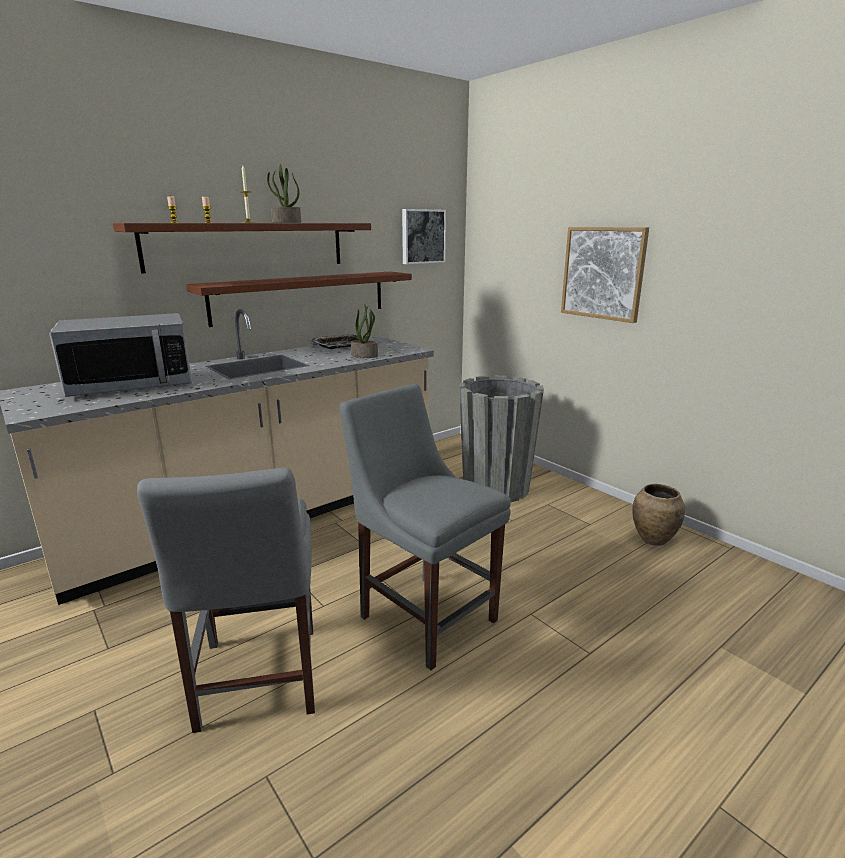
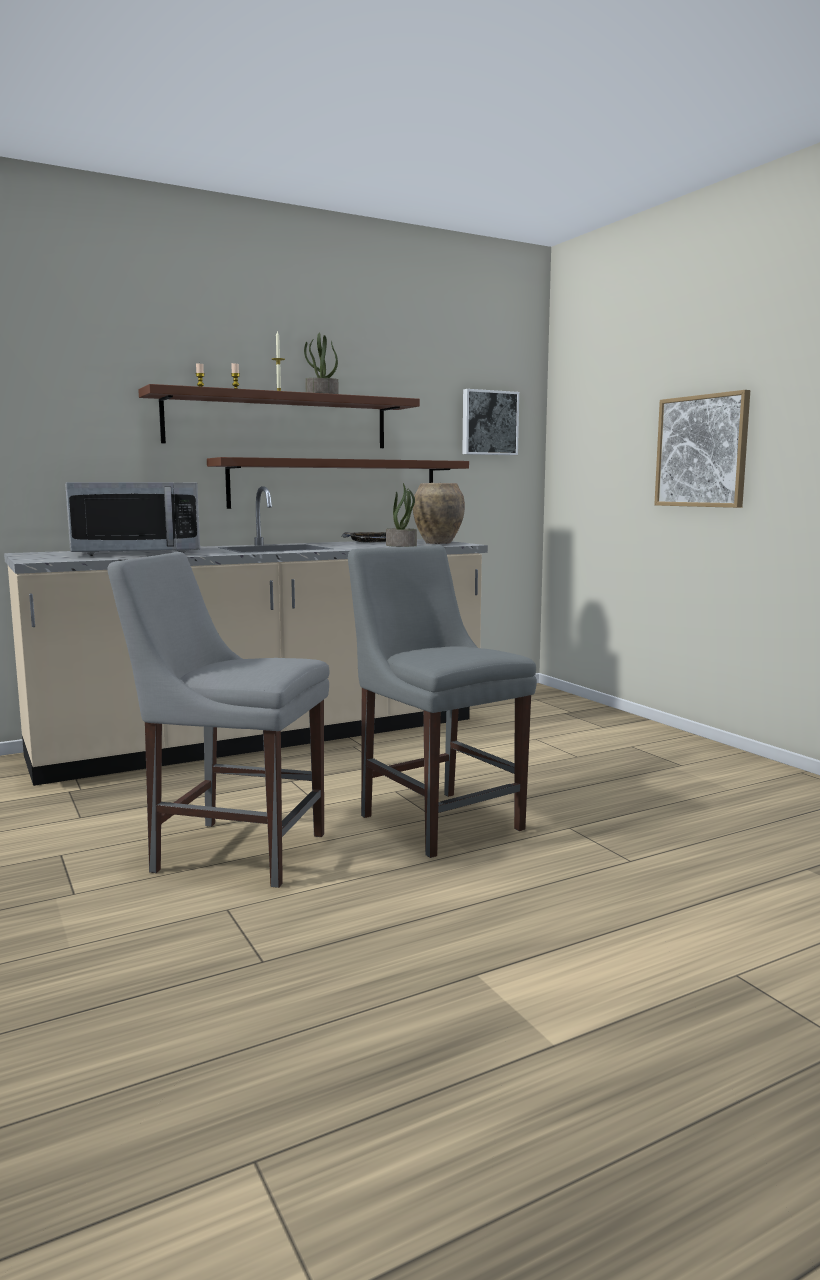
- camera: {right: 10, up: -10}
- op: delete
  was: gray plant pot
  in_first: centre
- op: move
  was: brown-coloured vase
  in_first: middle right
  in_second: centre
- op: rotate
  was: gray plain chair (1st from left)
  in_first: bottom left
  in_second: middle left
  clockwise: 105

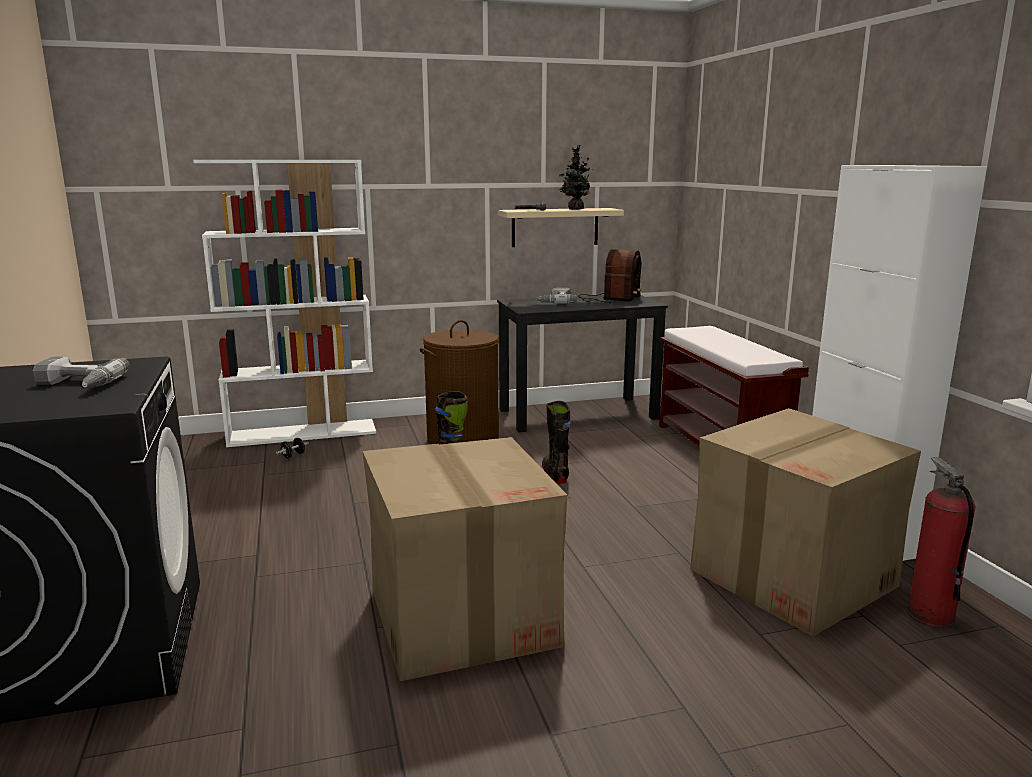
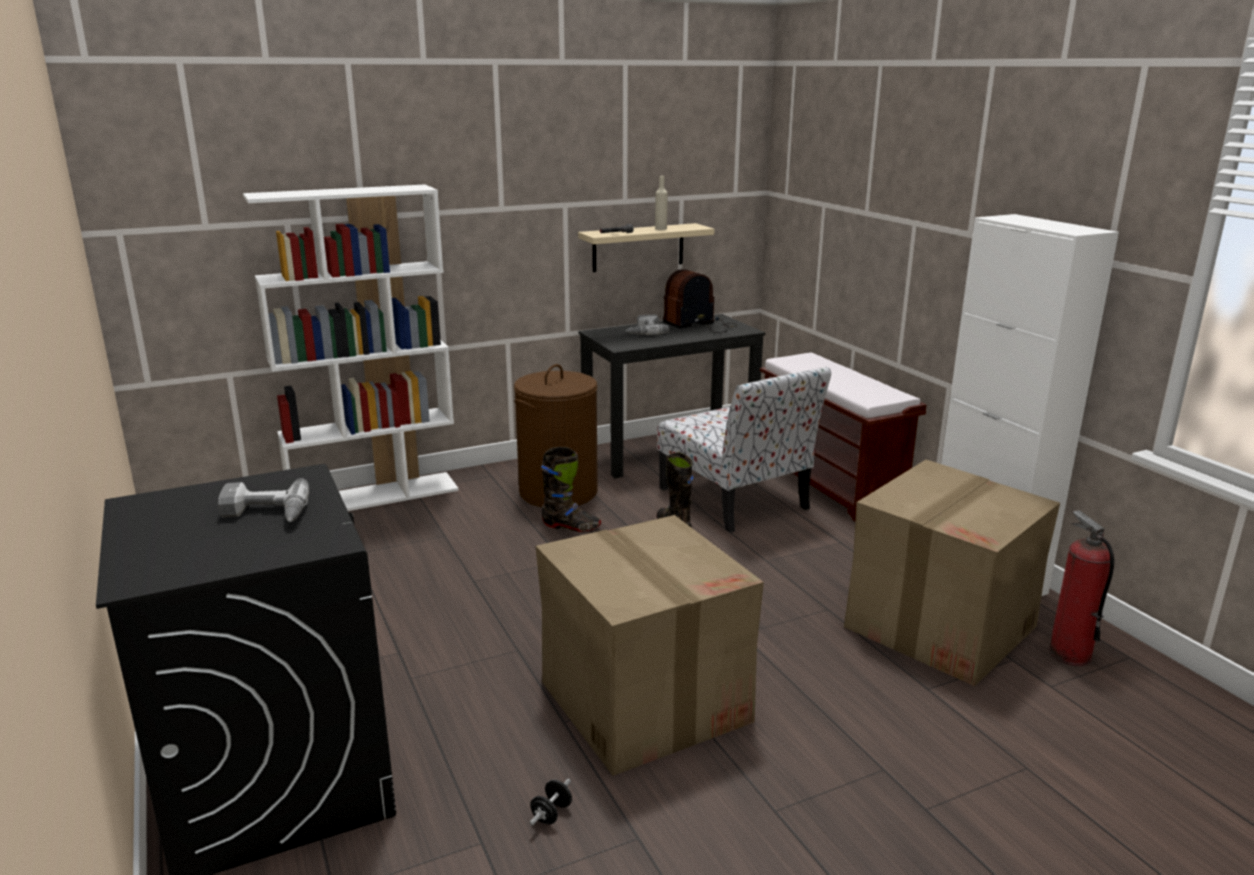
- camera: {right: -10, up: 5}
- op: insert
  now: plain chair
  in_second: centre
- op: move
  was: blackish hand weight
  in_first: middle left
  in_second: bottom centre
- op: replace
  was: plant in a pot
  now: beige drink bottle
  in_first: top centre
  in_second: top centre
- op: rotate
  was: radio set
  in_first: centre
  in_second: centre
  clockwise: -135

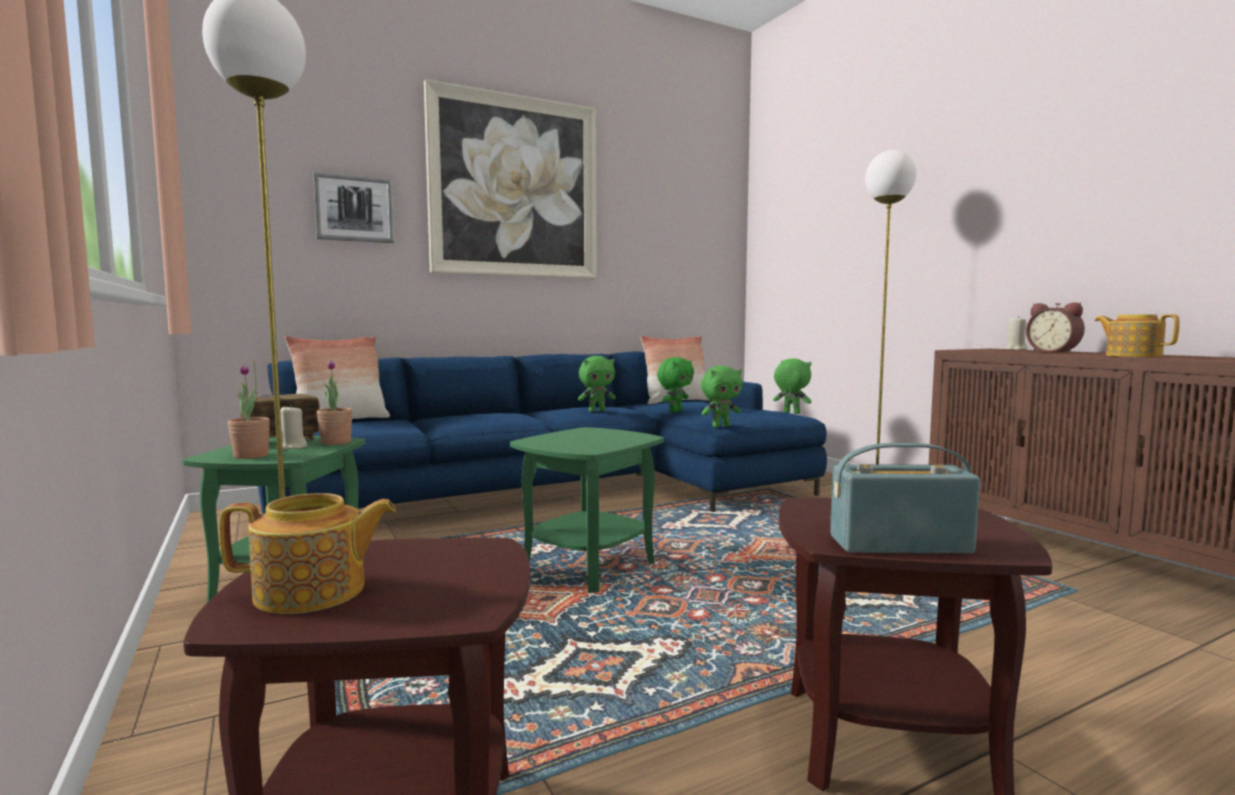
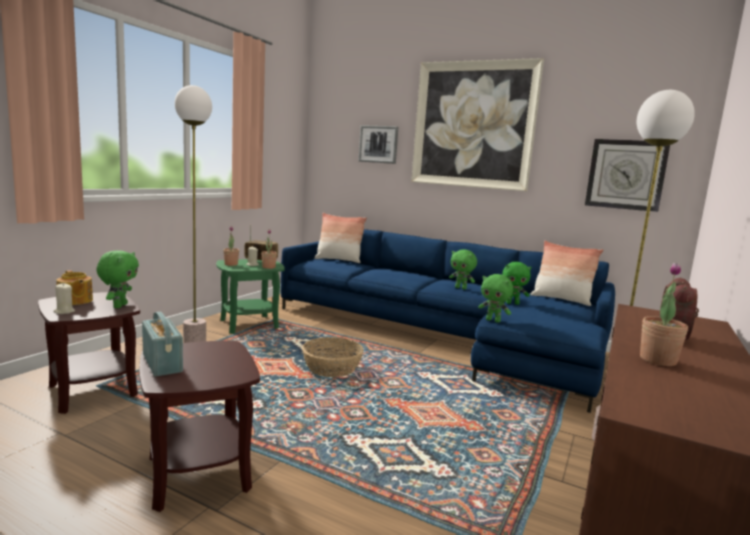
- camera: {right: 55, up: 5}
- op: insert
  now: clock on the wall
  in_second: top right
- op: move
  was: greenish cuddly toy (4th from left in the first image)
  now: greenish cuddly toy (1st from left)
  in_first: centre
  in_second: middle left
- op: move
  was: beige wax light (2nd from left in the first image)
  now: beige wax light (1st from left)
  in_first: middle right
  in_second: middle left
- op: replace
  was: greenish accent table (2nd from left)
  now: storage basket
  in_first: centre
  in_second: bottom centre
- op: replace
  was: teapot (2nd from left)
  now: plant in a pot (3rd from left)
  in_first: middle right
  in_second: middle right

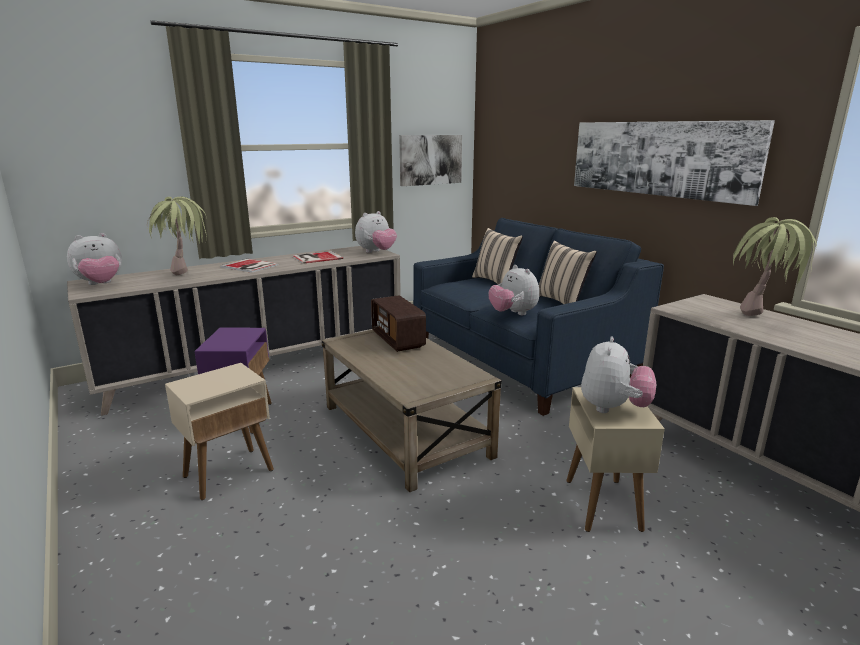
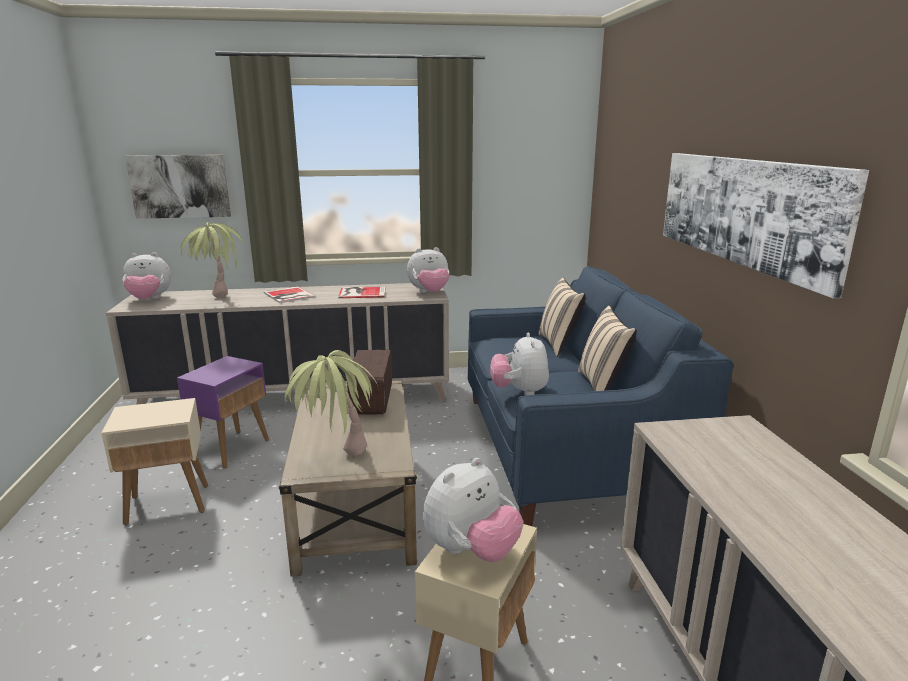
- camera: {right: 25, up: 0}
- op: move
  was: wall picture (1st from left)
  in_first: top centre
  in_second: top left
- op: move
  was: plant in a pot (2nd from left)
  in_first: middle right
  in_second: centre

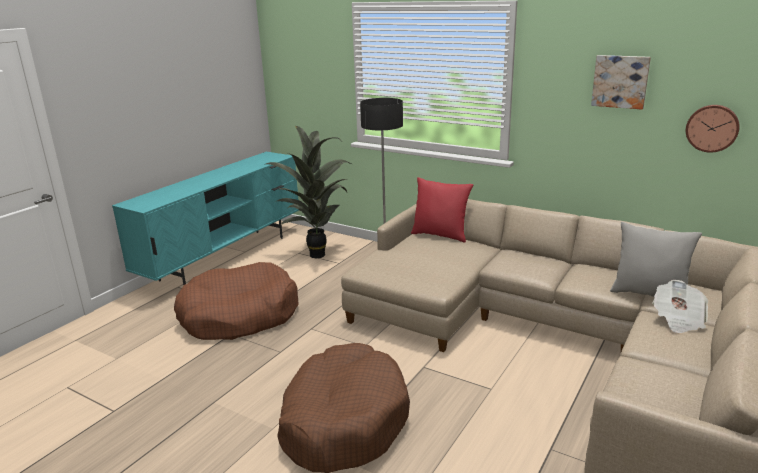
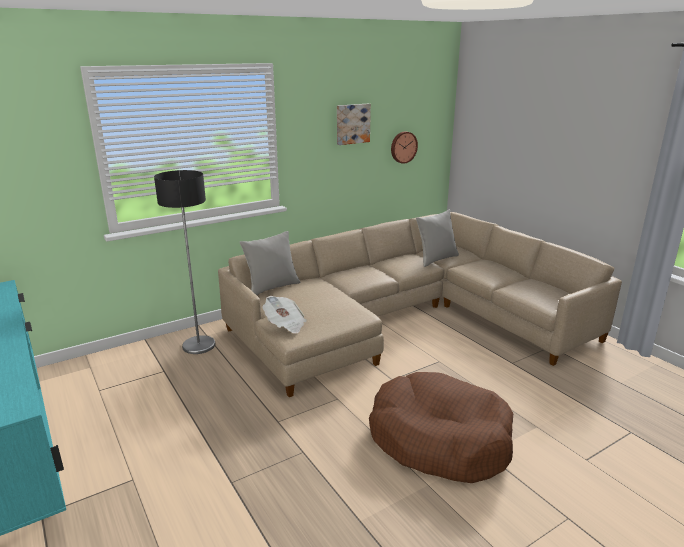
- camera: {right: -65, up: 0}
- op: delete
  was: brown-coloured dog cushion (1st from left)
  in_first: middle left
- op: delete
  was: plant in a pot
  in_first: centre
- op: move
  was: daily paper
  in_first: middle right
  in_second: centre
- op: recolor
  was: reddish throw pillow
  now: gray throw pillow (1st from left)
  in_first: centre
  in_second: centre

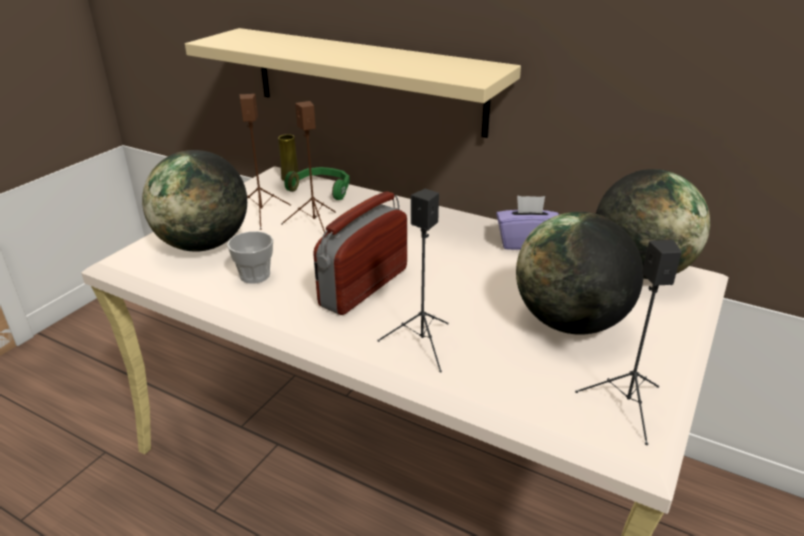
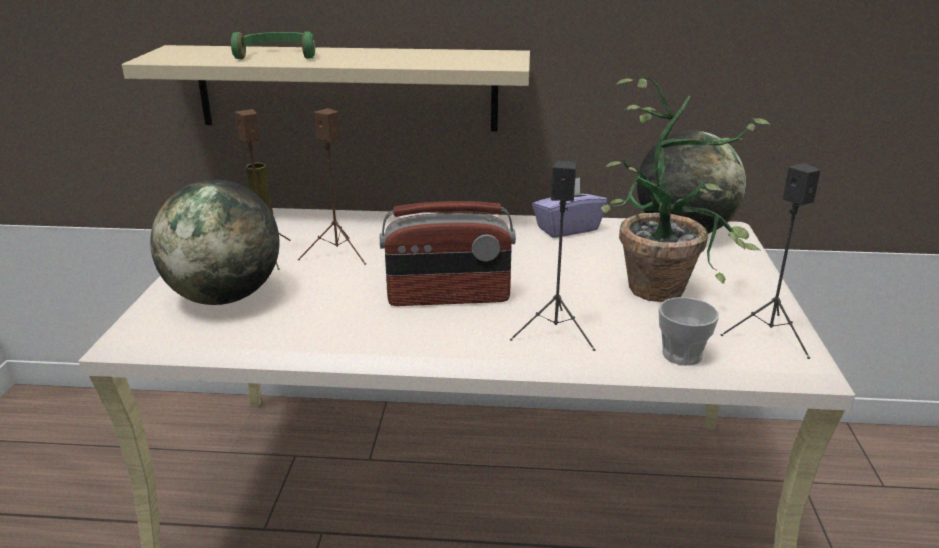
- camera: {right: -25, up: -5}
- op: move
  was: cup
  in_first: middle left
  in_second: middle right
- op: move
  was: greenish headphones
  in_first: centre
  in_second: top left
- op: replace
  was: desk globe (2nd from left)
  now: plant in a pot
  in_first: middle right
  in_second: middle right
- op: rotate
  was: radio set
  in_first: centre
  in_second: centre
  clockwise: -105

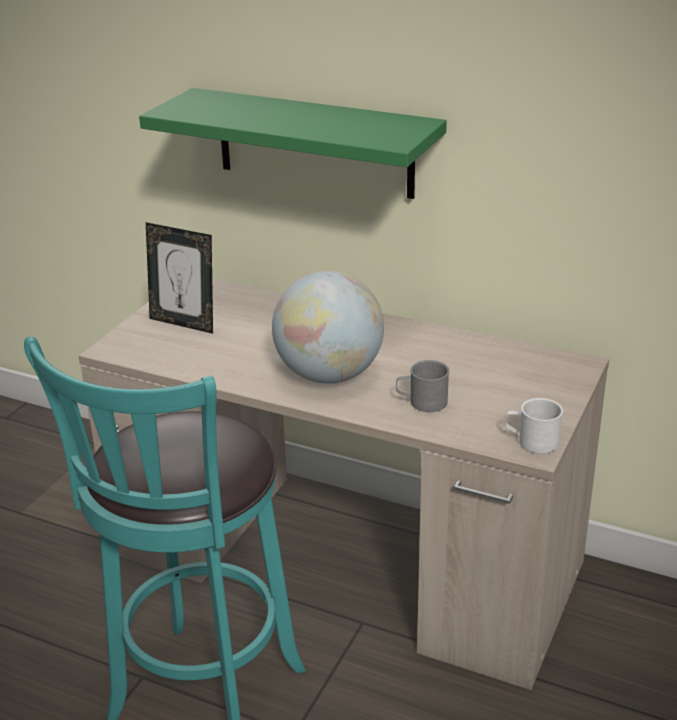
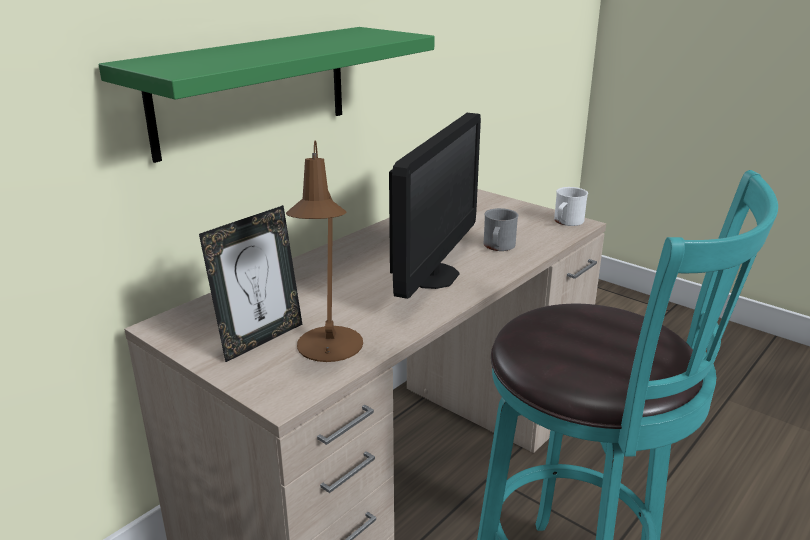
- camera: {right: -75, up: -5}
- op: insert
  now: brown-coloured table lamp
  in_second: centre
- op: replace
  was: desk globe
  now: computer screen
  in_first: centre
  in_second: centre

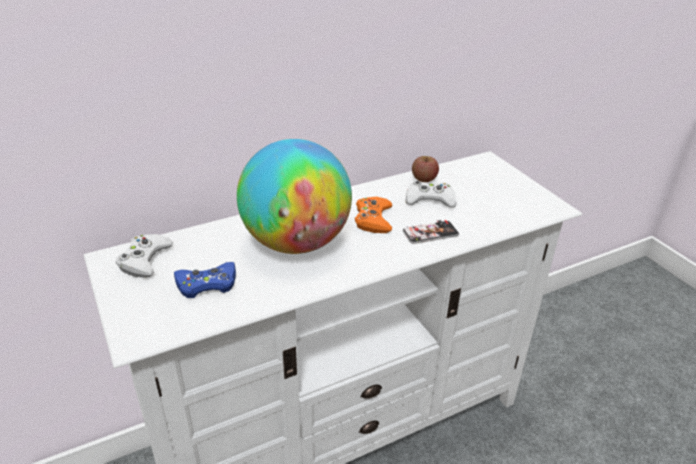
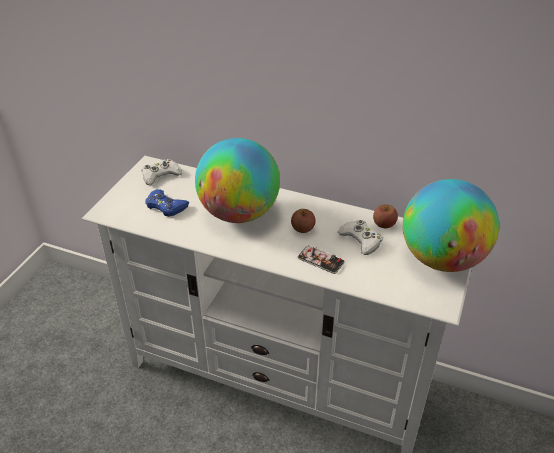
- camera: {right: 50, up: 5}
- op: insert
  now: desk globe (2nd from left)
  in_second: middle right
- op: replace
  was: orange gamepad
  now: whole apple (1st from left)
  in_first: centre
  in_second: centre

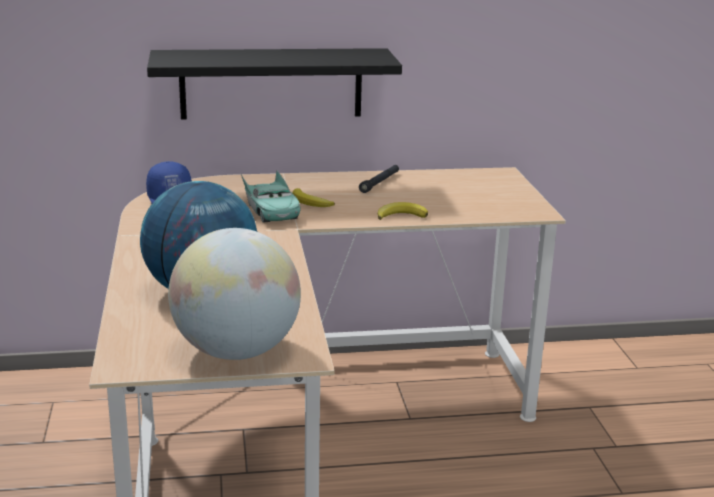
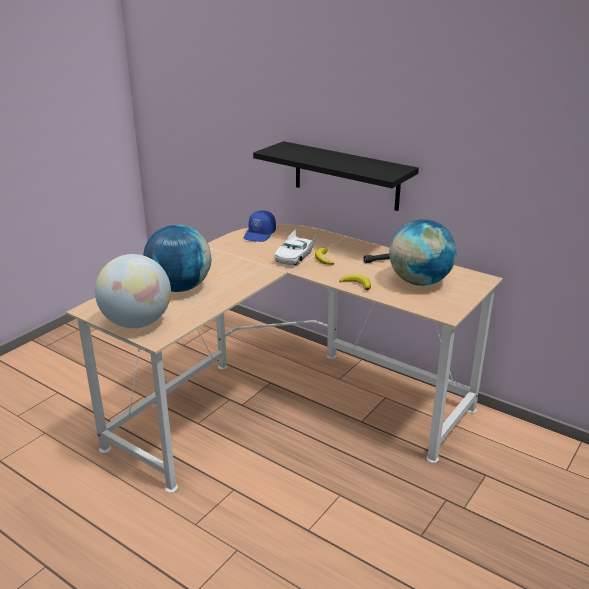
- camera: {right: 45, up: 5}
- op: insert
  now: desk globe (3rd from left)
  in_second: middle right
- op: recolor
  was: turquoise-coloured miniature car
  now: whitish miniature car
  in_first: centre
  in_second: centre

